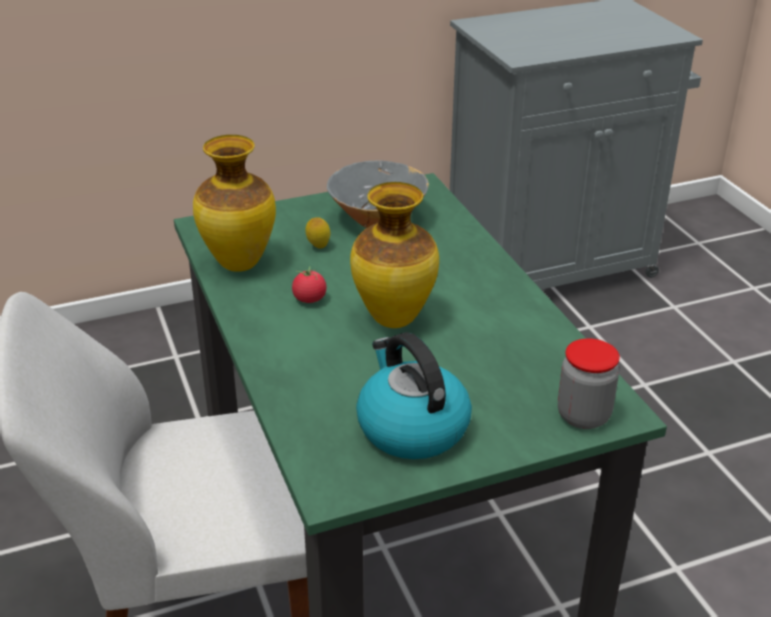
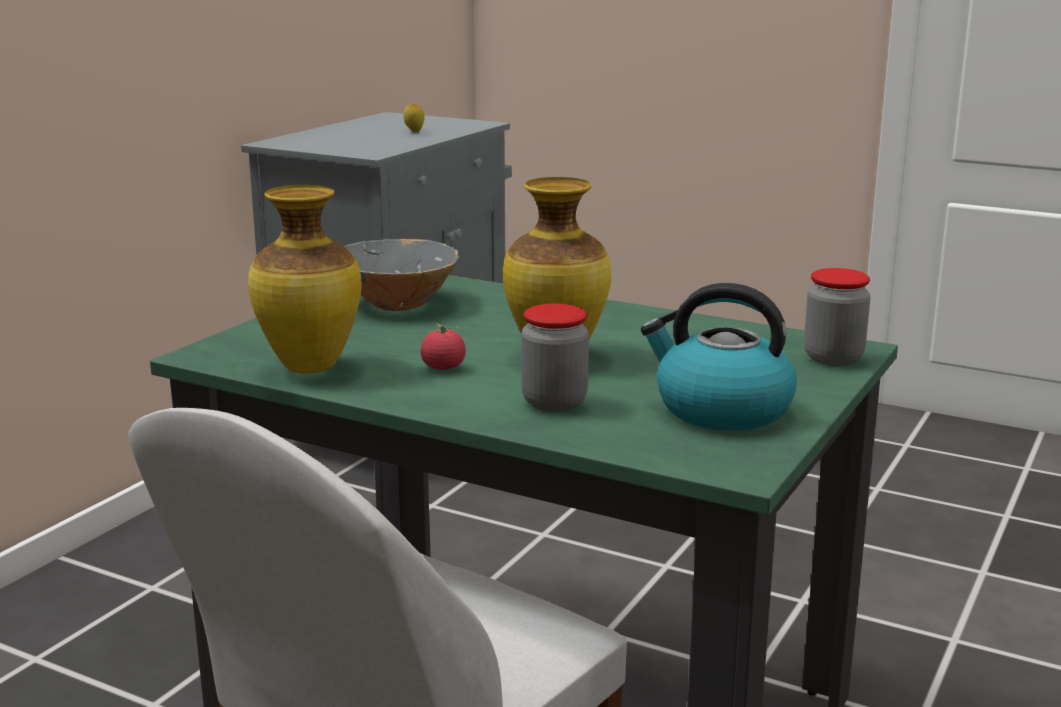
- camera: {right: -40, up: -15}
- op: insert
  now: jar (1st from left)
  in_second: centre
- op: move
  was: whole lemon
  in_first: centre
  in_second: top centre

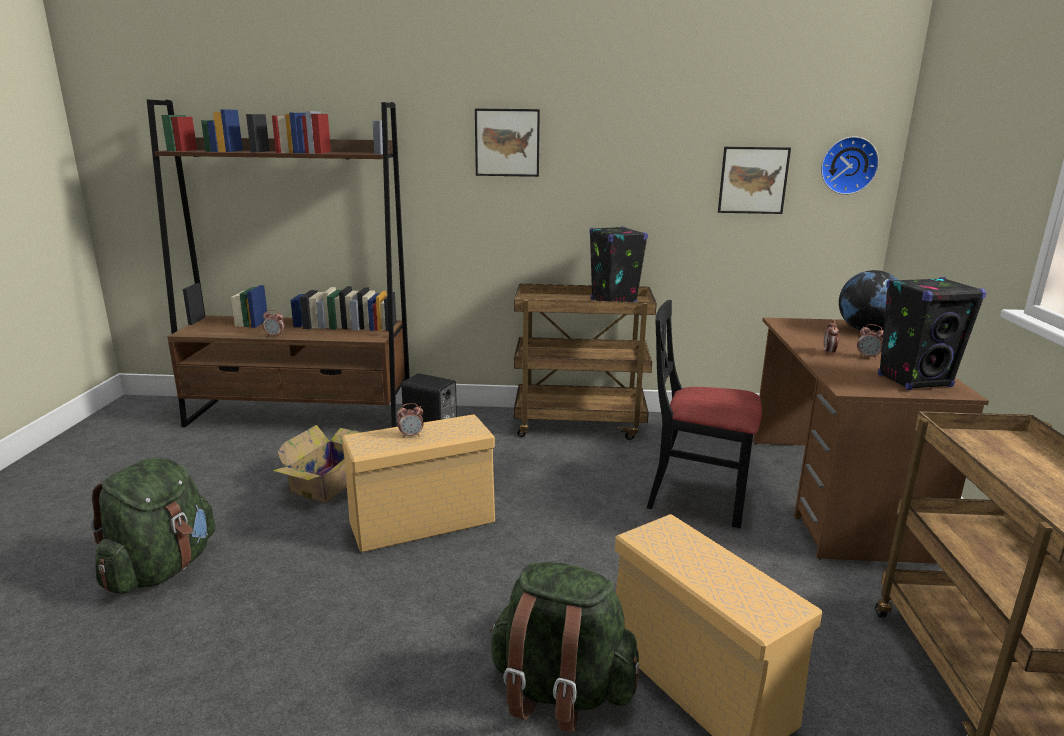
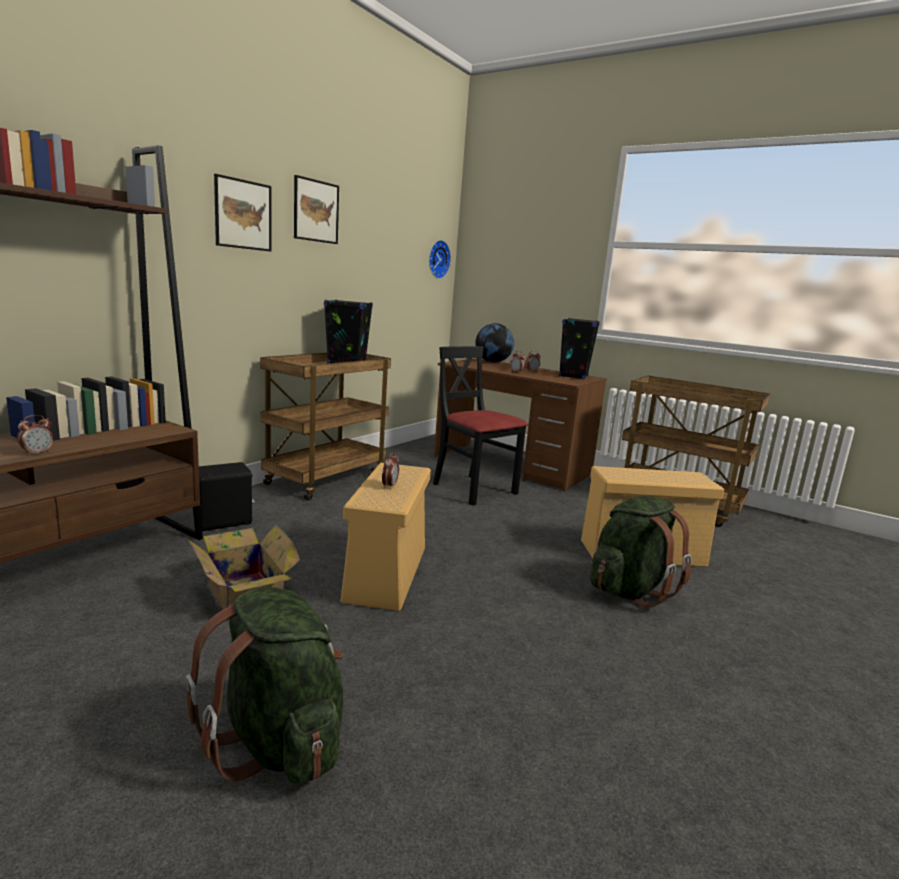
- camera: {right: -60, up: -5}
- op: move
  was: wall picture (2nd from left)
  in_first: top right
  in_second: top centre
- op: rotate
  was: blackish plain chair
  in_first: centre
  in_second: centre
  clockwise: 90

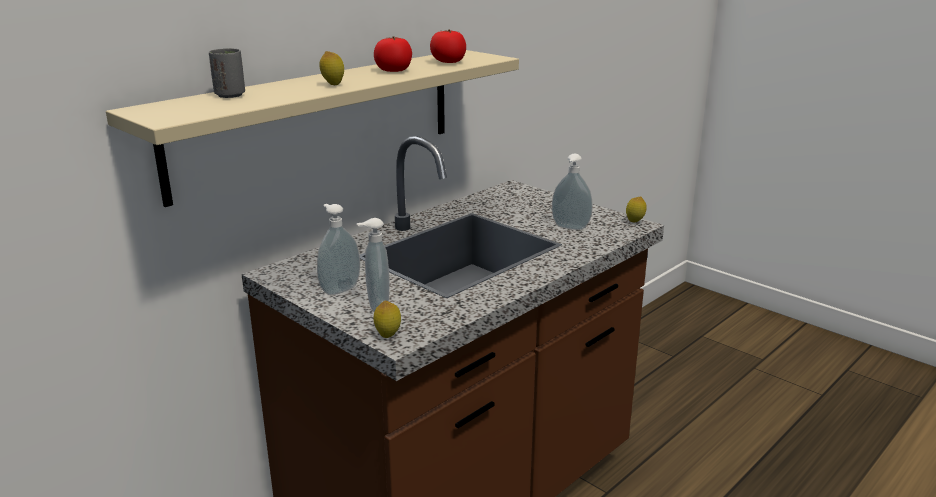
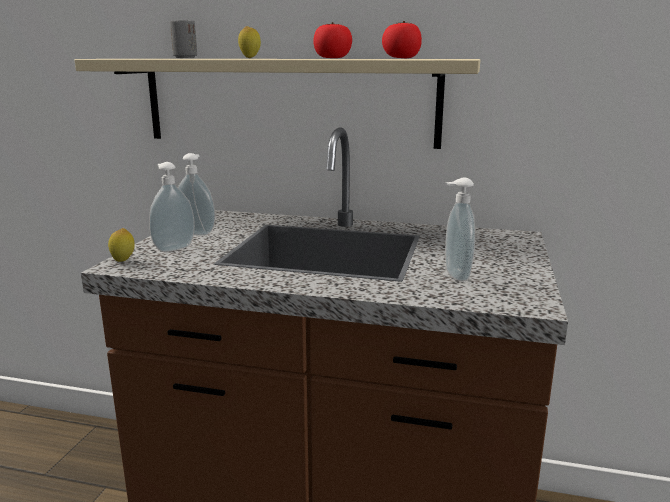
- camera: {right: 60, up: -5}
- op: delete
  was: whole lemon (3rd from left)
  in_first: middle right

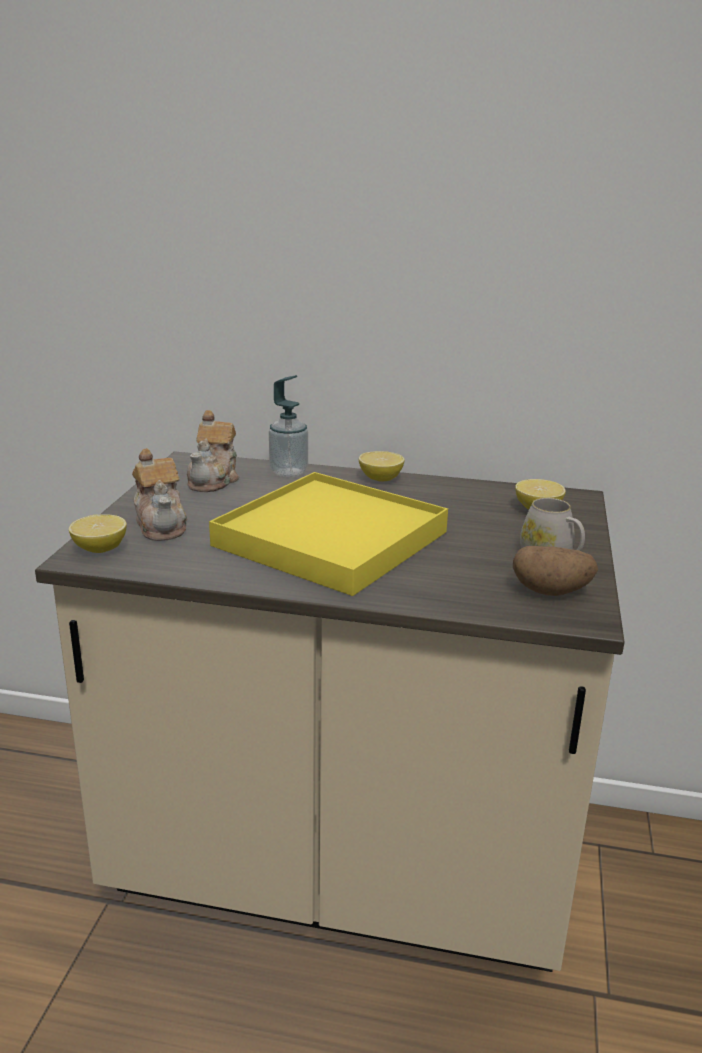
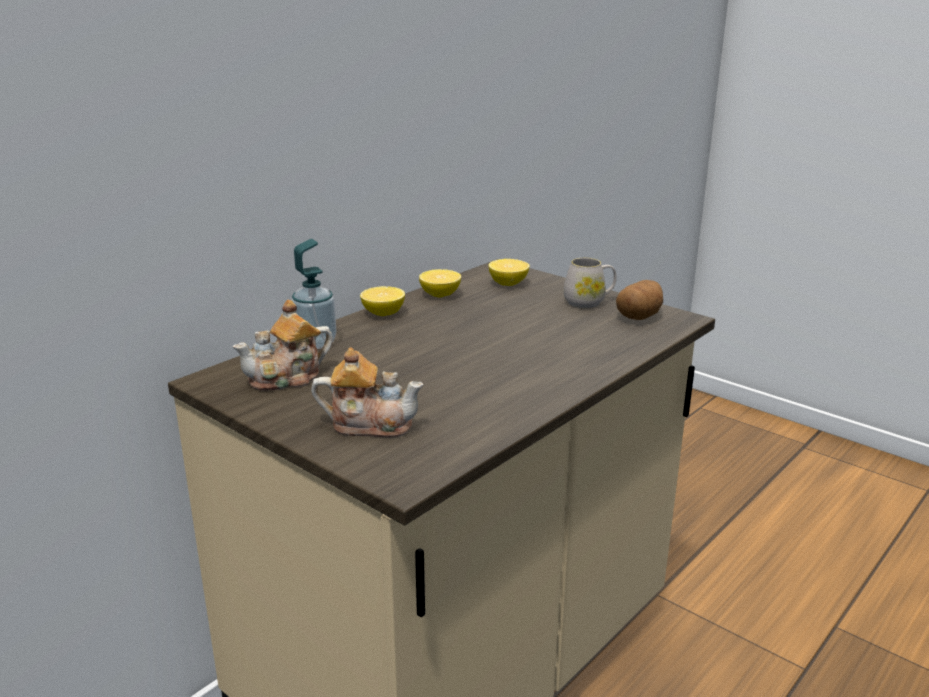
- camera: {right: -60, up: 0}
- op: delete
  was: yellowish tray
  in_first: centre
- op: move
  was: whole lemon (1st from left in the first image)
  now: whole lemon (2nd from left)
  in_first: middle left
  in_second: centre
- op: rotate
  was: teapot (2nd from left in the first image)
  in_first: middle left
  in_second: middle left
  clockwise: 105

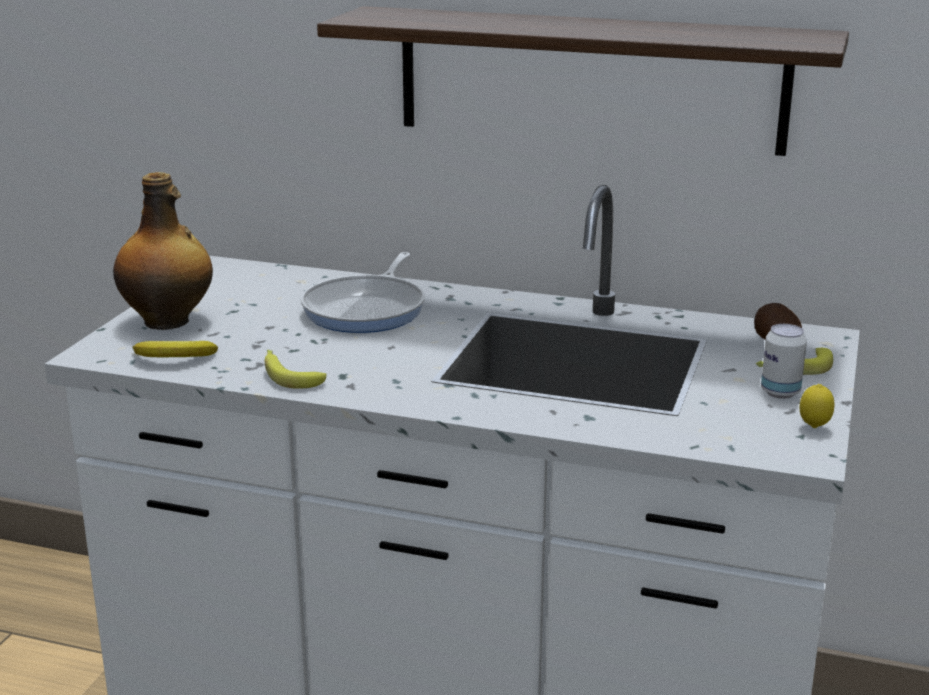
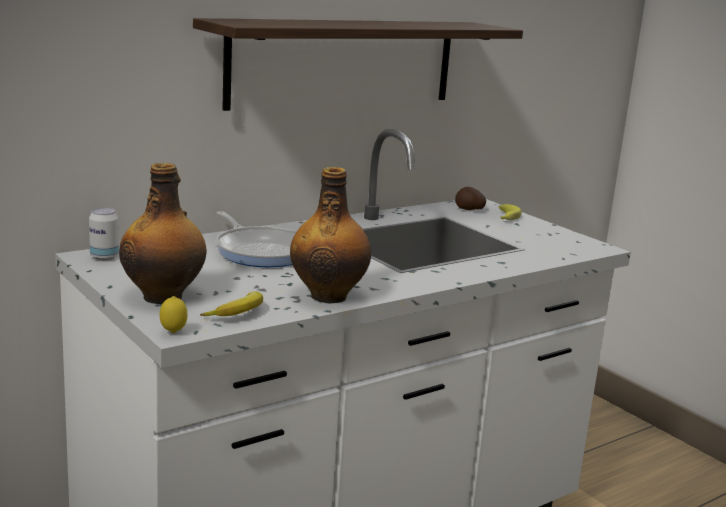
- camera: {right: -55, up: -5}
- op: move
  was: metal can
  in_first: middle right
  in_second: middle left
- op: move
  was: whole lemon
  in_first: middle right
  in_second: middle left
- op: replace
  was: banana (2nd from left)
  now: drink bottle (2nd from left)
  in_first: middle left
  in_second: centre

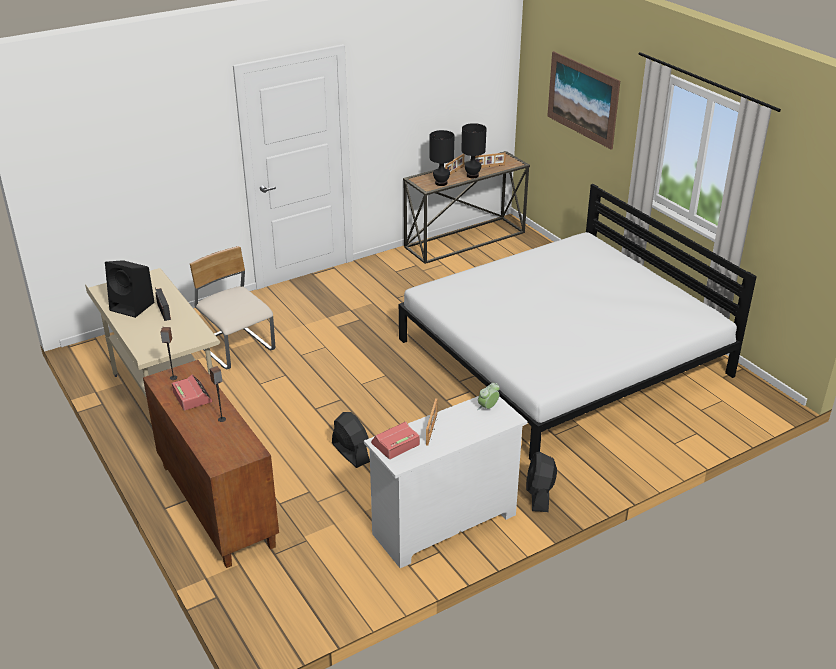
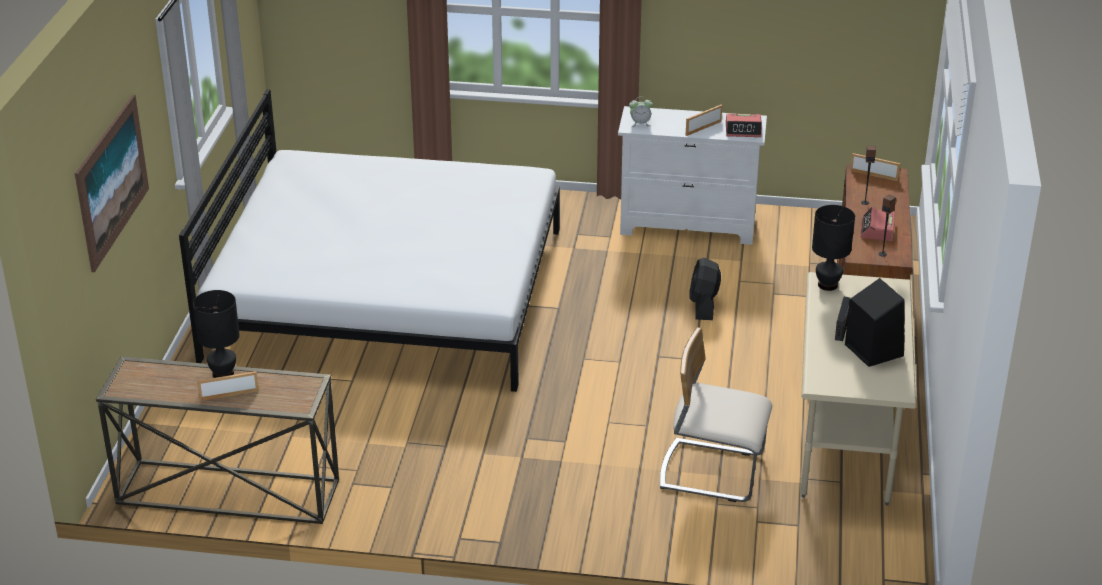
- camera: {right: -140, up: 0}
- op: delete
  was: blackish electric fan (2nd from left)
  in_first: bottom centre
- op: move
  was: blackish table lamp (1st from left in the first image)
  now: blackish table lamp (2nd from left)
  in_first: top centre
  in_second: middle right
- op: move
  was: standing frame (3rd from left)
  in_first: top centre
  in_second: top right
- op: rotate
  was: beige plain chair
  in_first: middle left
  in_second: bottom centre
  clockwise: 105

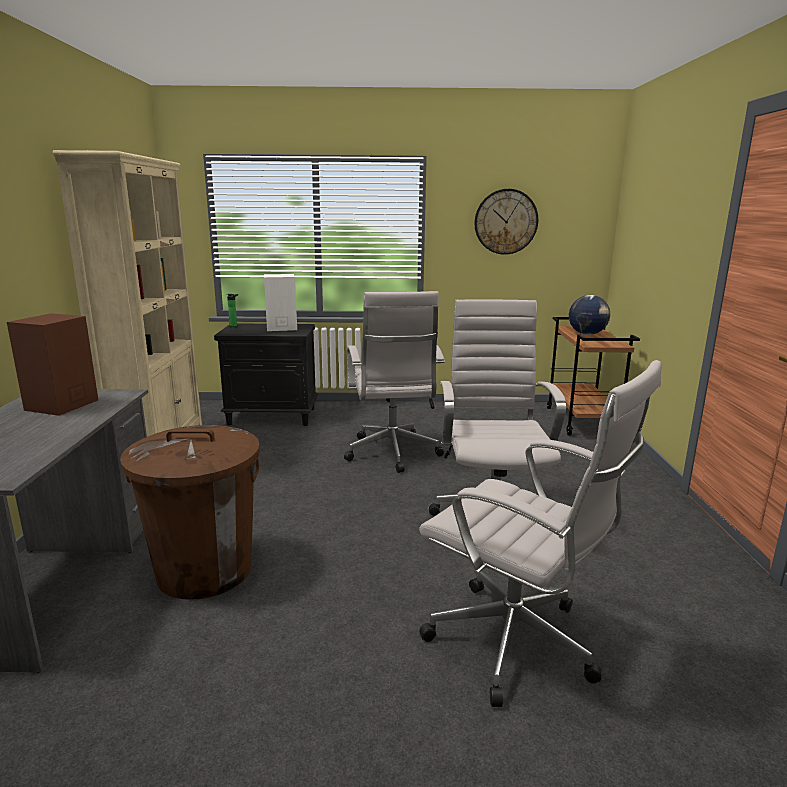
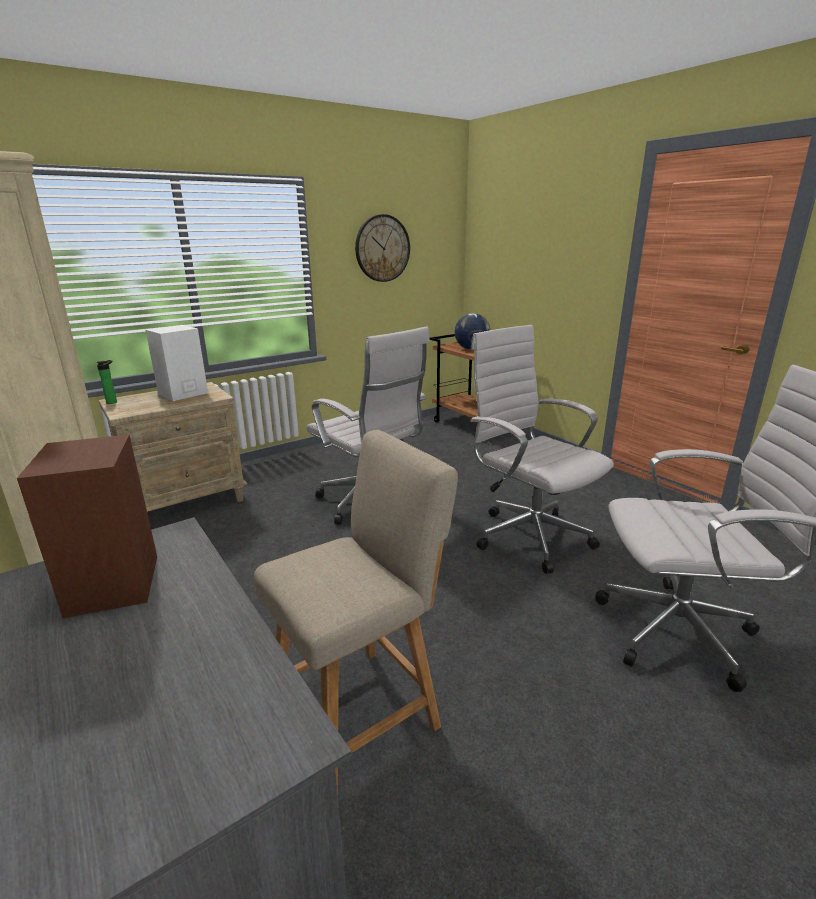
- camera: {right: -35, up: 5}
- op: replace
  was: brown-coloured rubbish bin
  now: beige plain chair
  in_first: middle left
  in_second: bottom centre
- op: recolor
  was: blackish night table
  now: beige night table
  in_first: centre
  in_second: middle left

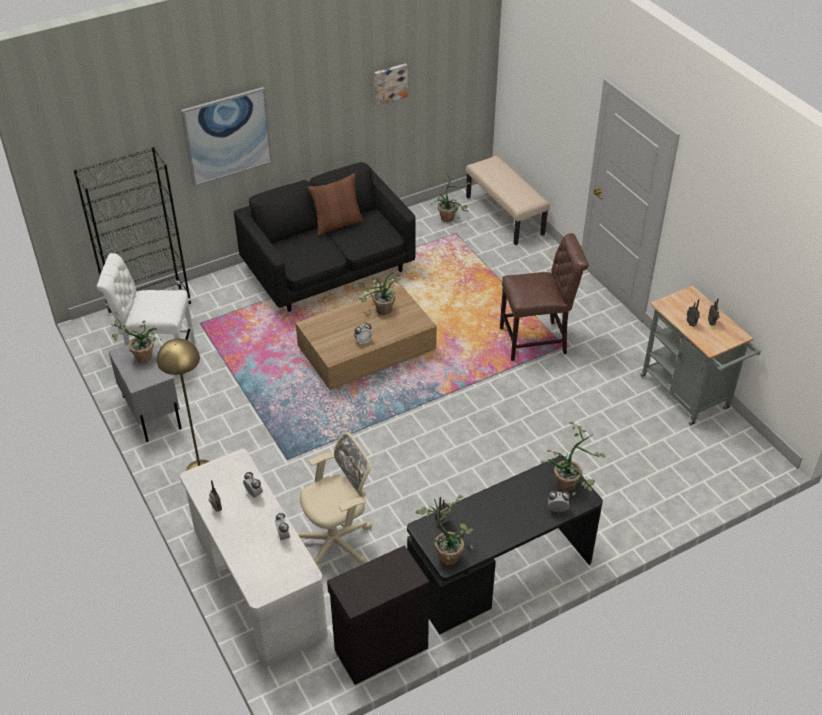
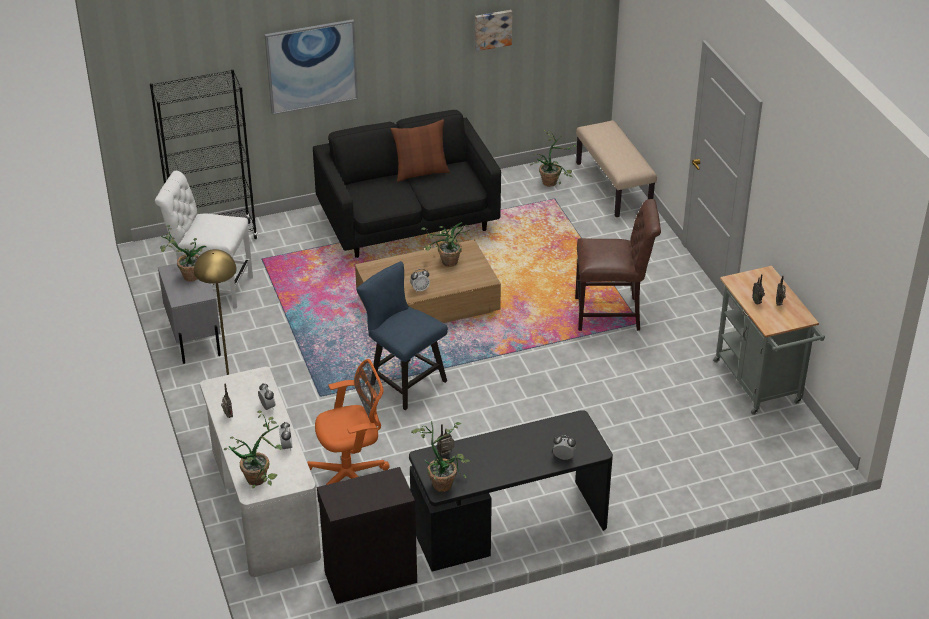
- camera: {right: 10, up: -5}
- op: insert
  now: blue-coloured plain chair
  in_second: centre
- op: move
  was: plant in a pot (5th from left in the first image)
  now: plant in a pot (2nd from left)
  in_first: middle right
  in_second: bottom left
- op: recolor
  was: beige desk chair
  now: orange desk chair
  in_first: bottom centre
  in_second: bottom centre

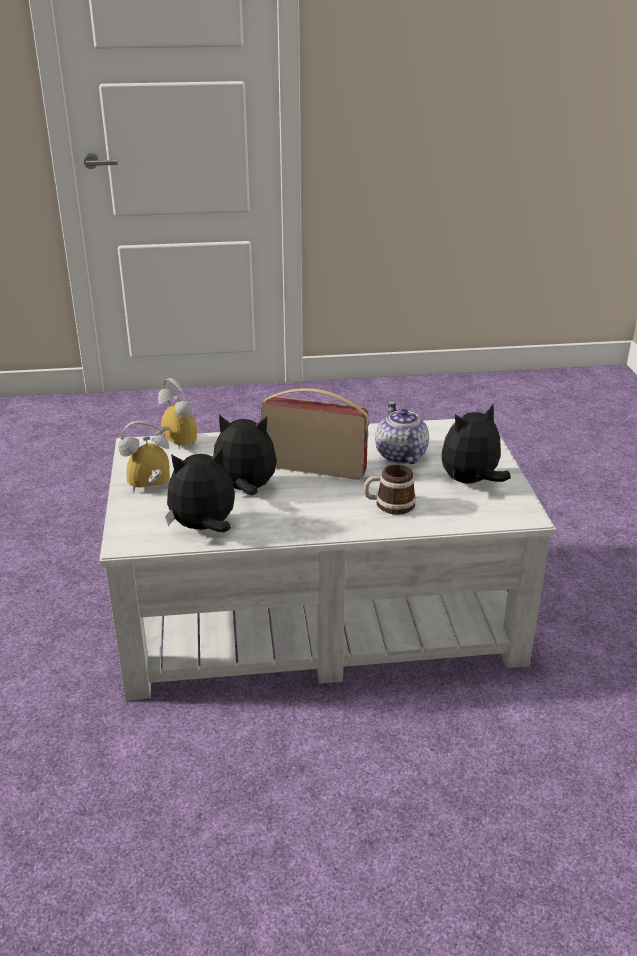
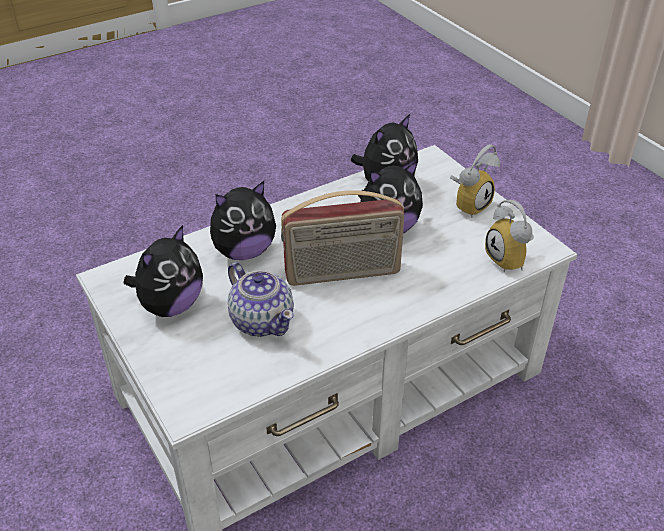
- camera: {right: 155, up: 10}
- op: replace
  was: mug
  now: cuddly toy (2nd from left)
  in_first: centre
  in_second: centre
- op: rotate
  was: alarm clock (2nd from left)
  in_first: middle left
  in_second: middle right
  clockwise: 45

